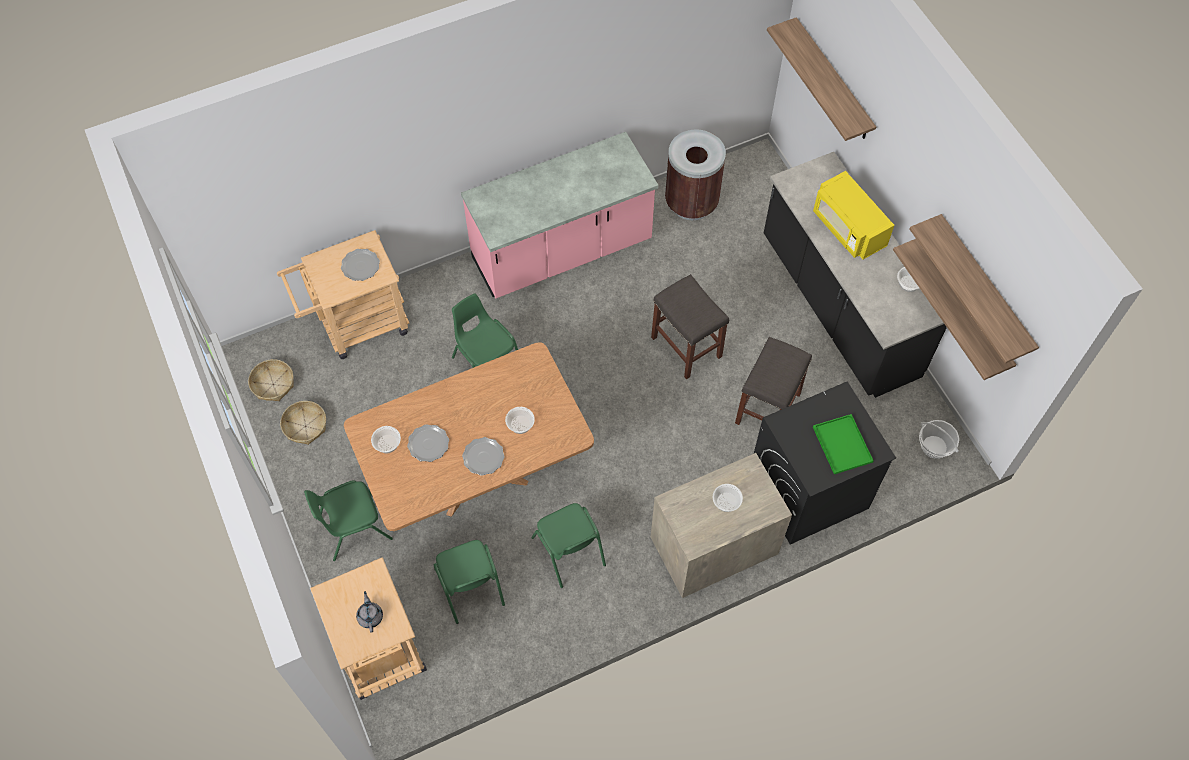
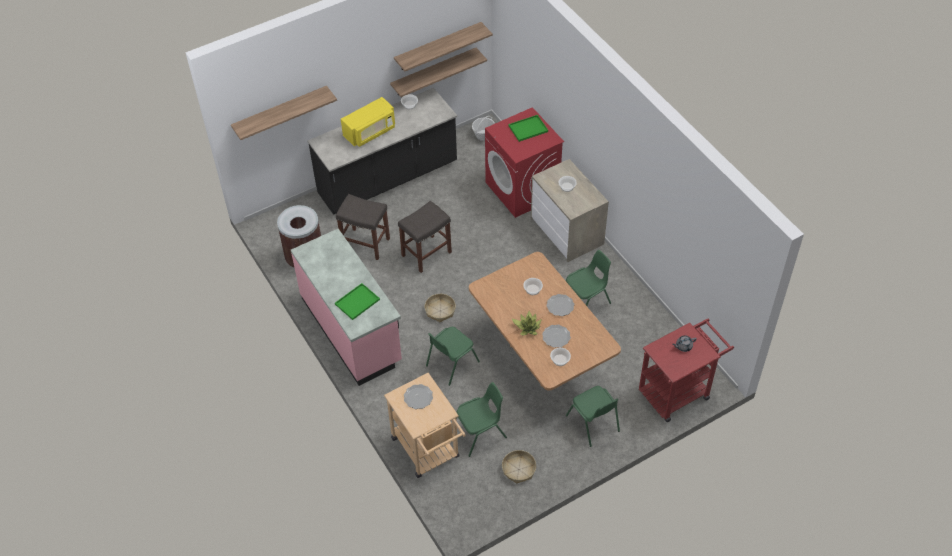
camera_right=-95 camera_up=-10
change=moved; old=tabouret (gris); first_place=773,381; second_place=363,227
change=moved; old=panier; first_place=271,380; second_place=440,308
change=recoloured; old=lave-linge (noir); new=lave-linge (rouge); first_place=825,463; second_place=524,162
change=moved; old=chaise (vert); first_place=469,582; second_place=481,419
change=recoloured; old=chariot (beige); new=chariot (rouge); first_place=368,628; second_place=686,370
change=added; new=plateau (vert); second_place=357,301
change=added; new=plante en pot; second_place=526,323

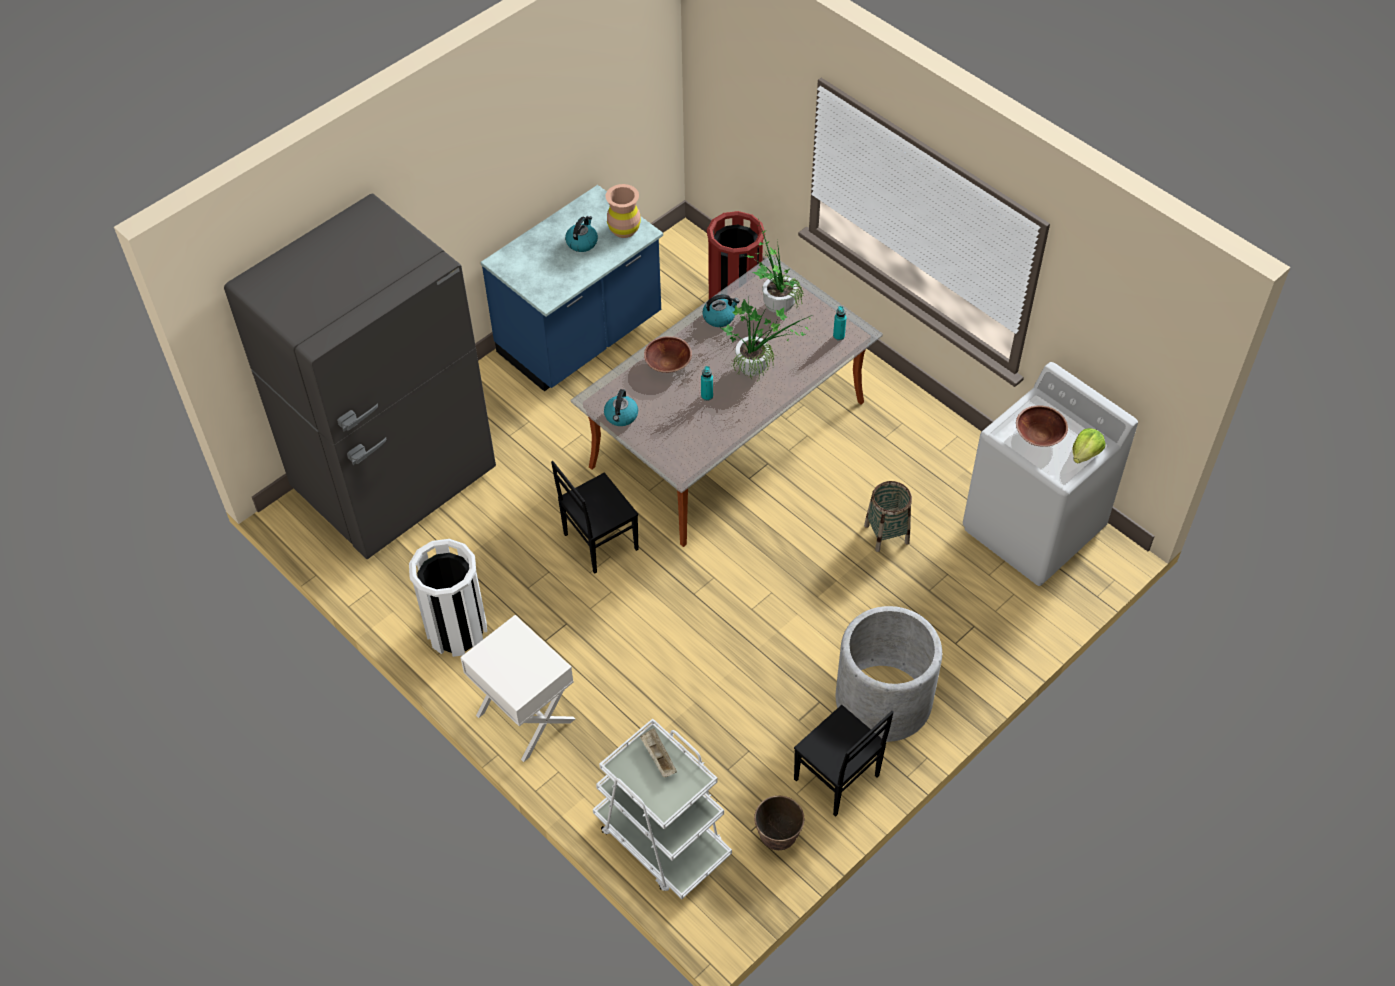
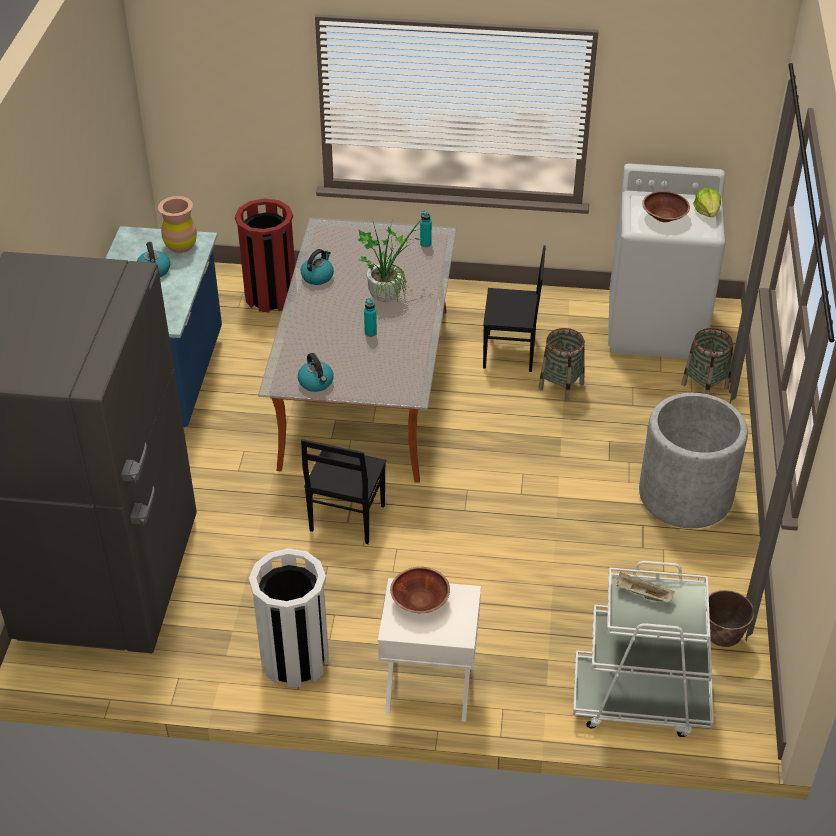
camera_right=-40 camera_up=-10
change=removed; old=plante en pot; first_place=773,266
change=moved; old=bol (marron); first_place=668,354; second_place=420,590
change=moved; old=chaise (noir); first_place=844,761; second_place=514,308
change=added; new=panier; second_place=707,361

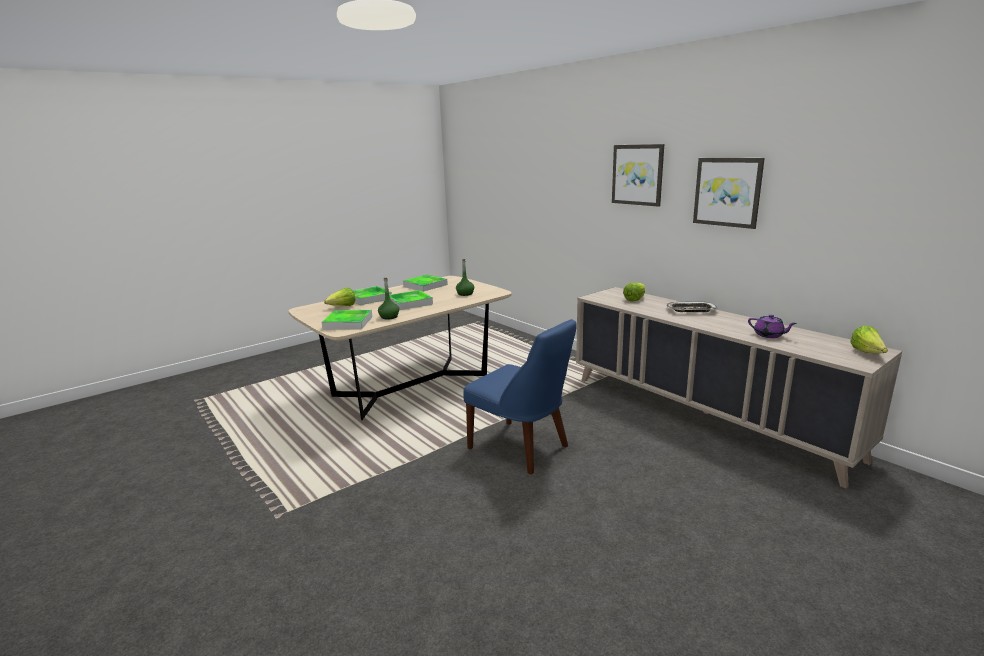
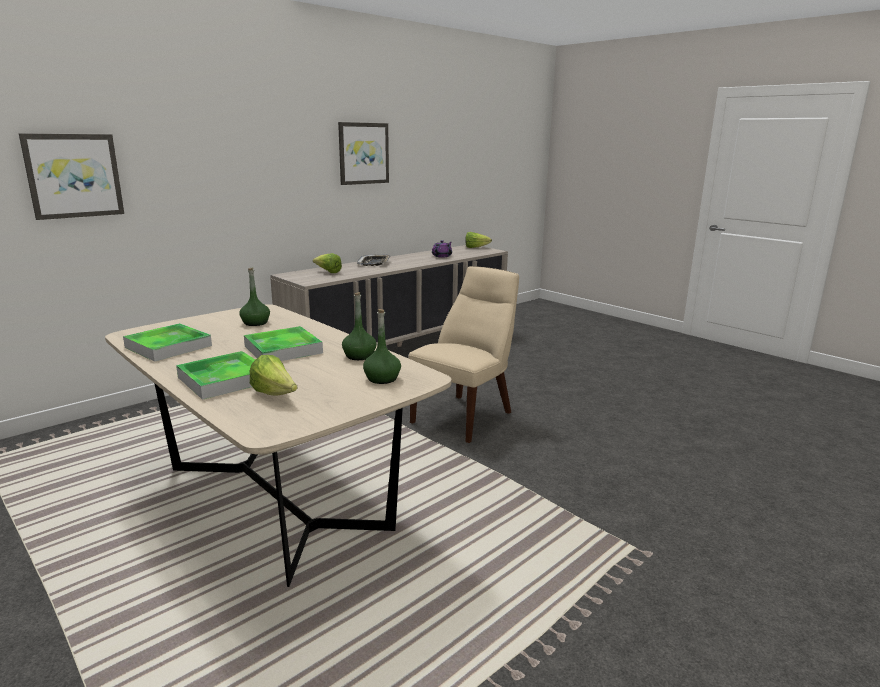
camera_right=-95 camera_up=0
change=moved; old=tableau; first_place=638,175; second_place=71,176
change=replaced; old=plateau; new=bouteille (vert); first_place=347,320; second_place=382,346
change=recoloured; old=chaise (bleu); new=chaise (beige); first_place=520,397; second_place=463,354

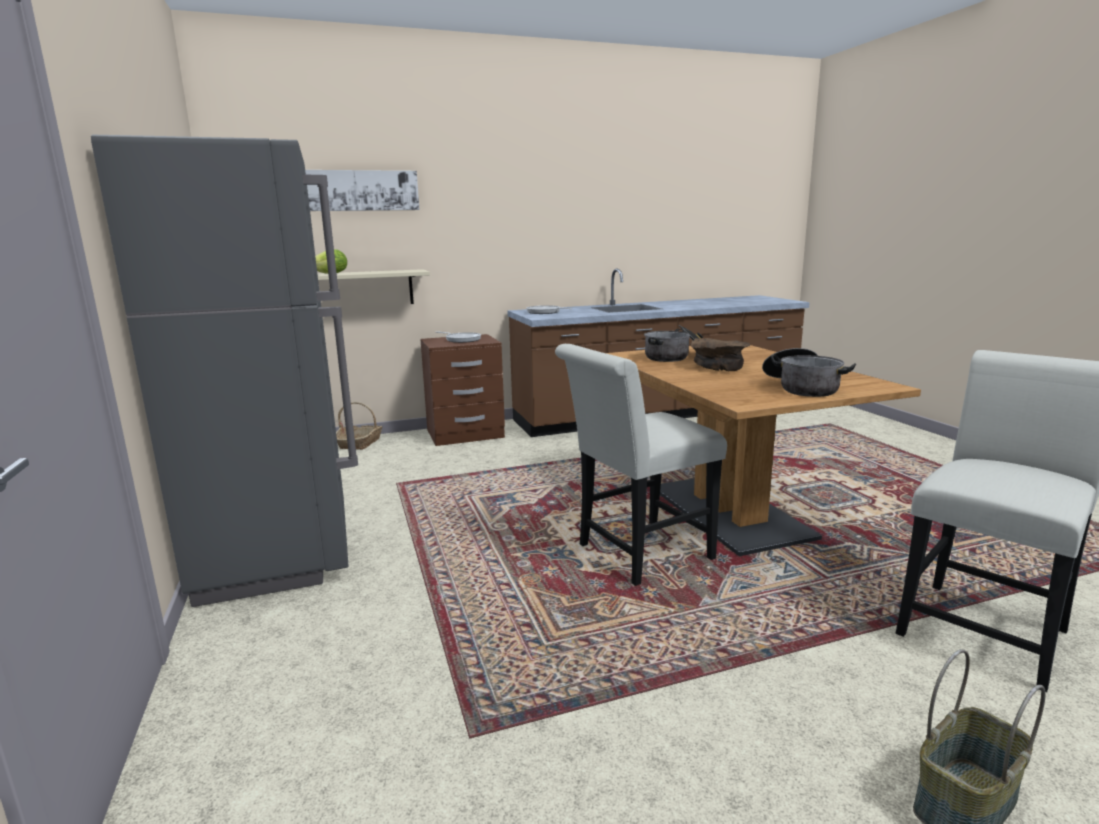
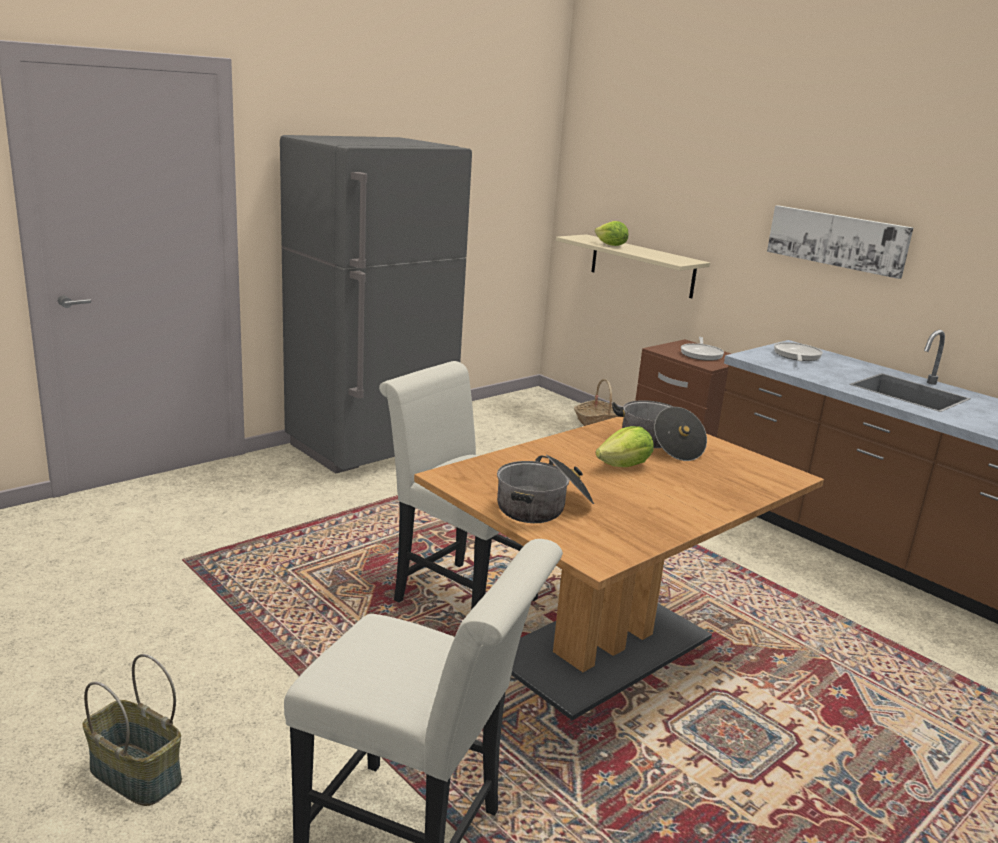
camera_right=65 camera_up=5
change=moved; old=tableau; first_place=362,190; second_place=840,242
change=replaced; old=bol (marron); new=laitue; first_place=720,354; second_place=625,446

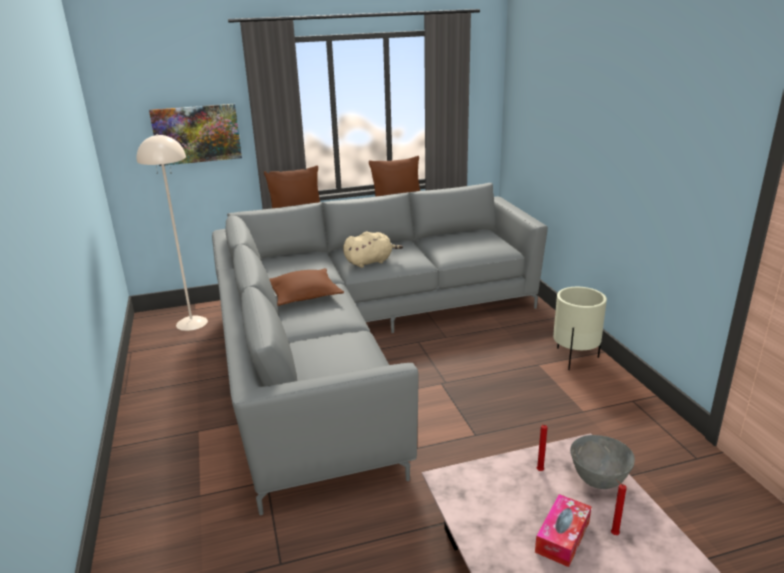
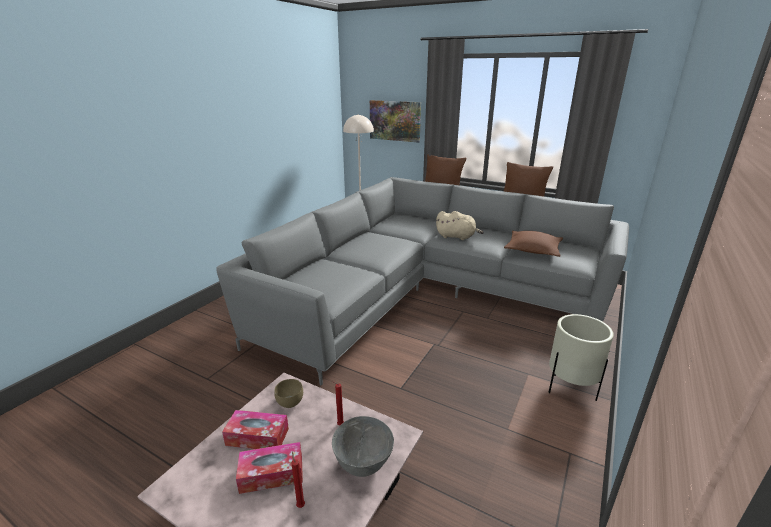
camera_right=45 camera_up=0
change=moved; old=coussin (marron); first_place=306,287; second_place=533,244
change=added; new=bol (marron); second_place=288,393
change=added; new=boîte à mouchoirs; second_place=255,429

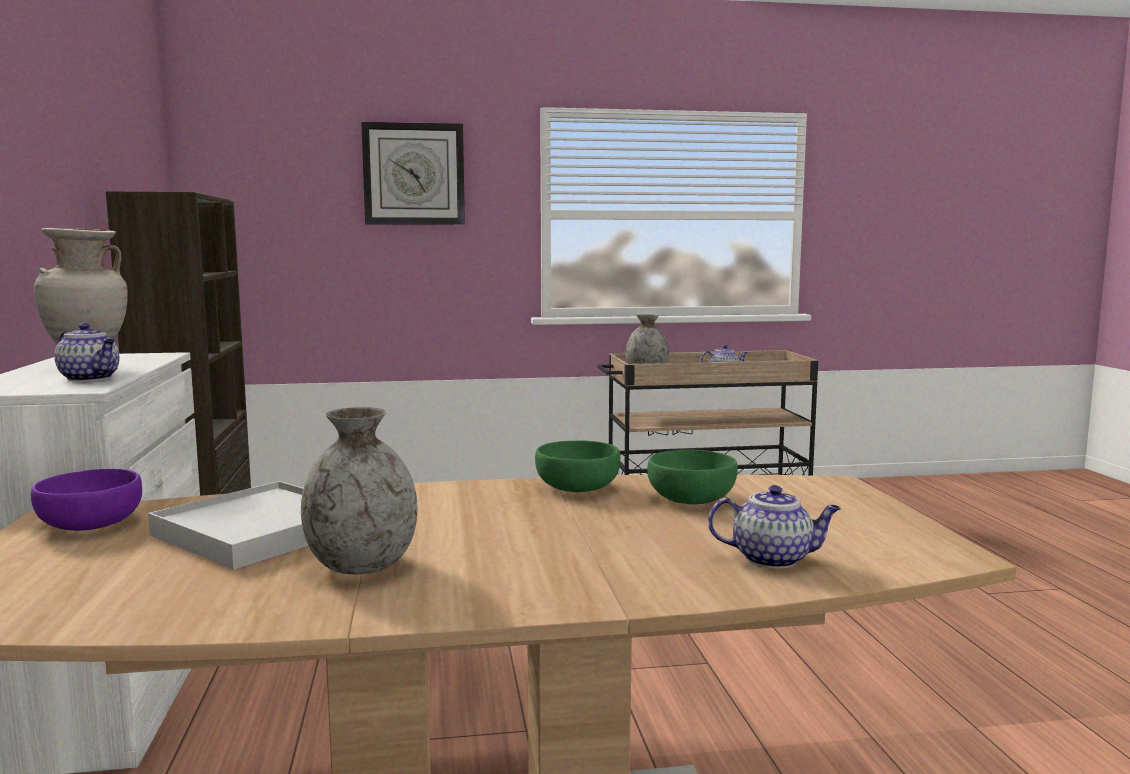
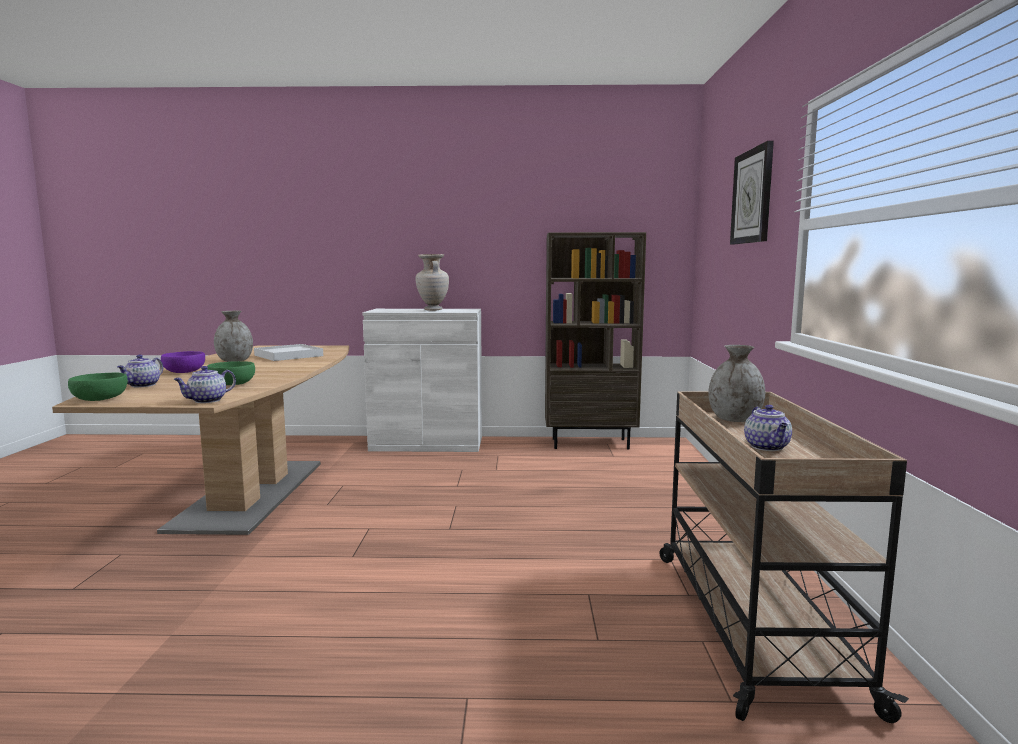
camera_right=100 camera_up=0
change=moved; old=théière; first_place=87,352; second_place=205,384
change=moved; old=bol (vert); first_place=577,466; second_place=98,387
change=moved; old=bol (violet); first_place=86,500; second_place=183,362

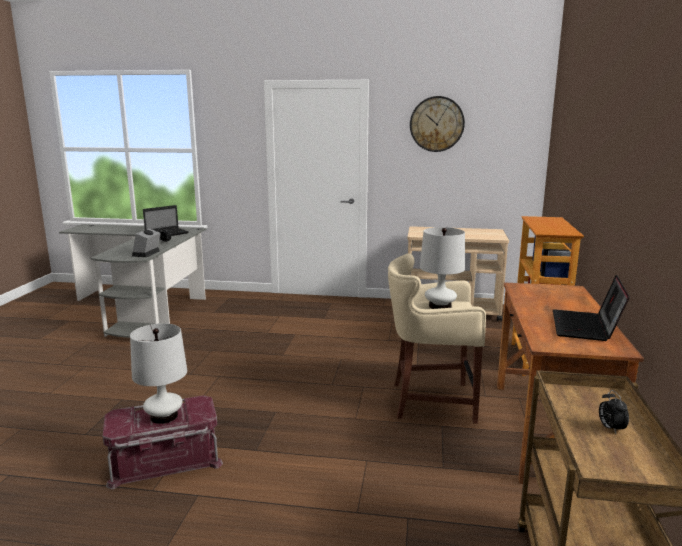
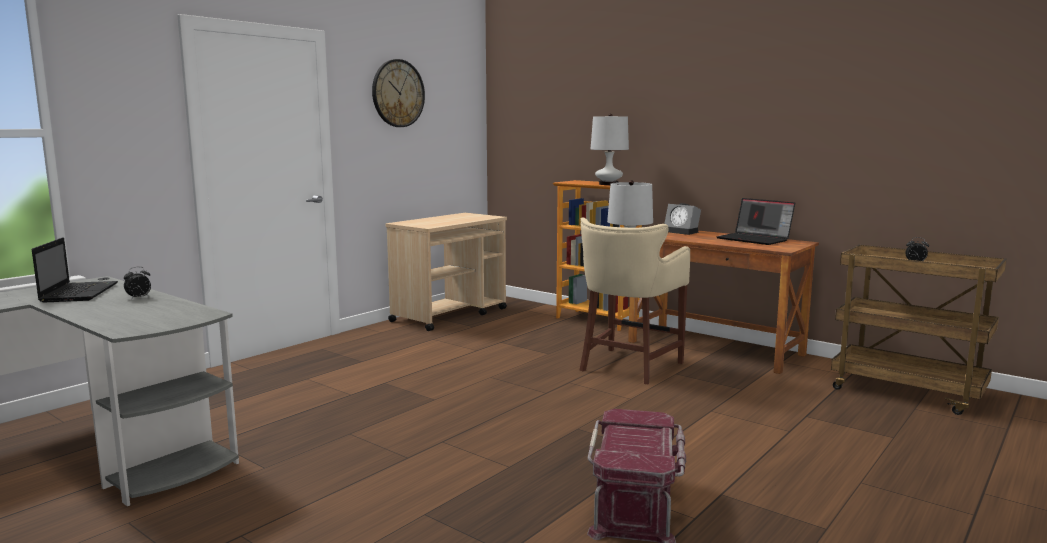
camera_right=-60 camera_up=-5
change=moved; old=réveil; first_place=146,242; second_place=682,219
change=moved; old=lampe de table (blanc); first_place=158,373; second_place=610,149

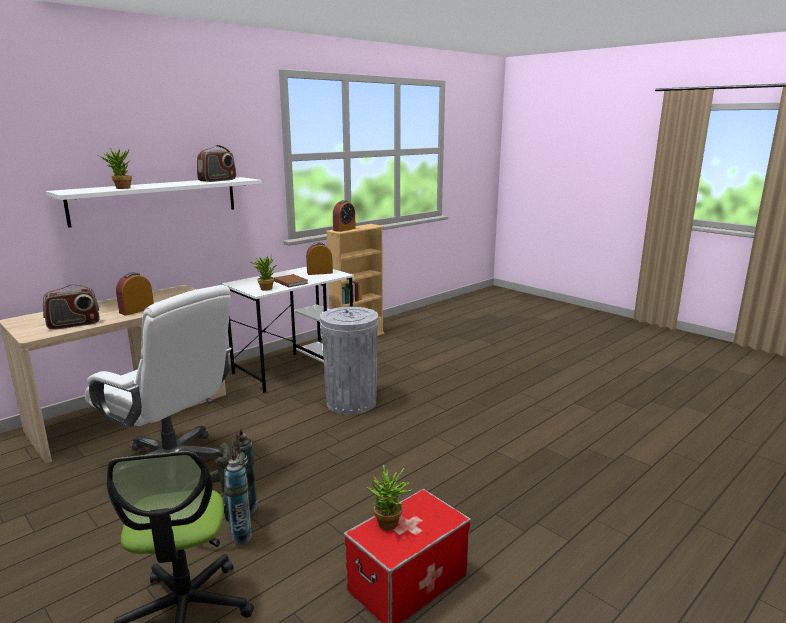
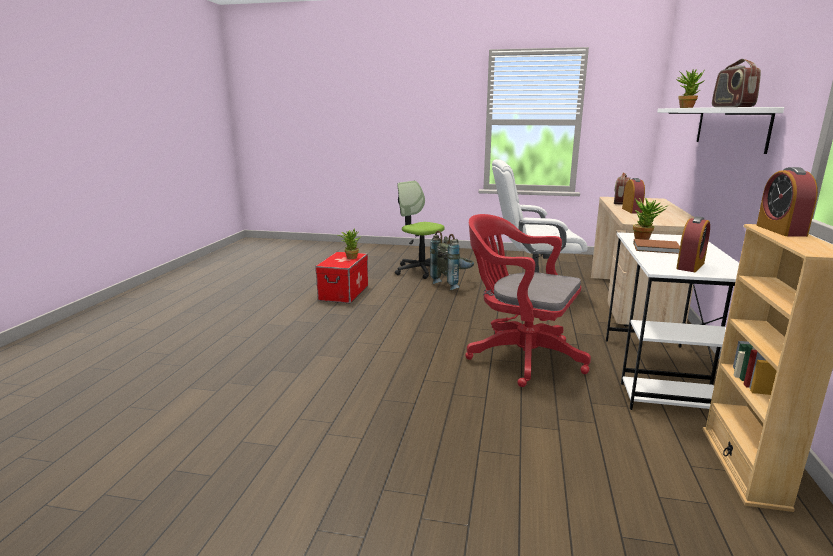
camera_right=145 camera_up=0
change=replaced; old=poubelle (gris); new=chaise de bureau (rouge); first_place=349,361; second_place=528,300

